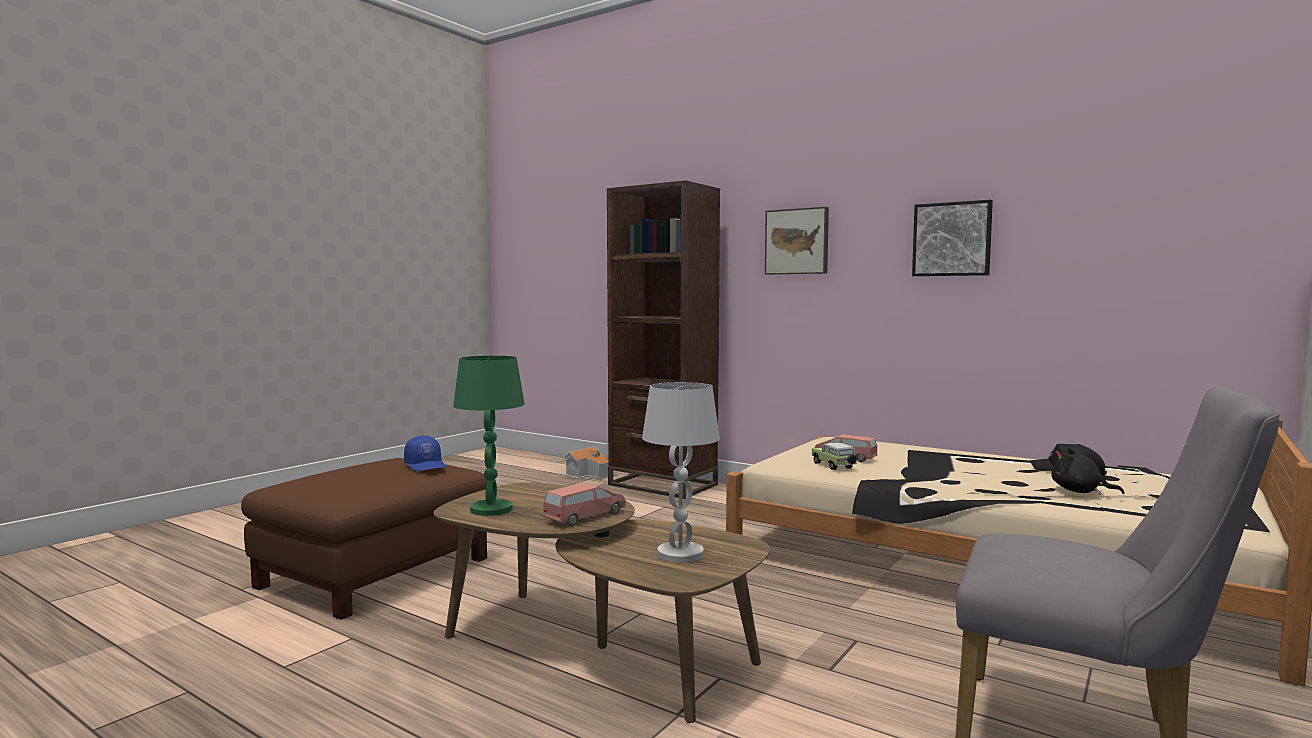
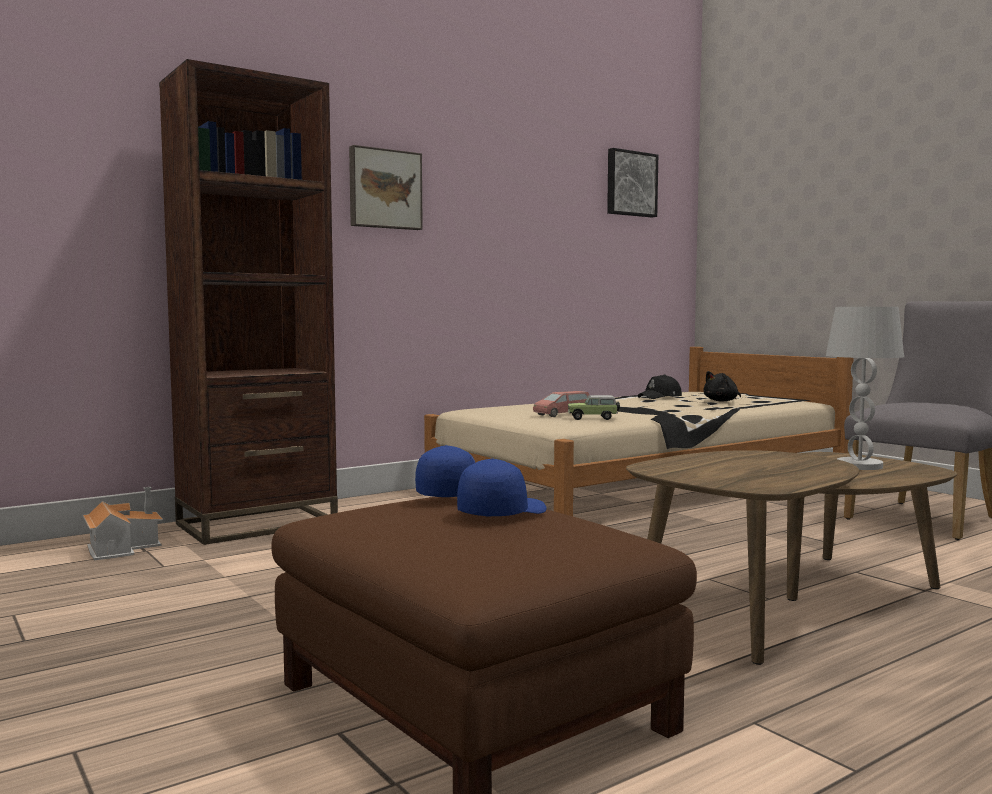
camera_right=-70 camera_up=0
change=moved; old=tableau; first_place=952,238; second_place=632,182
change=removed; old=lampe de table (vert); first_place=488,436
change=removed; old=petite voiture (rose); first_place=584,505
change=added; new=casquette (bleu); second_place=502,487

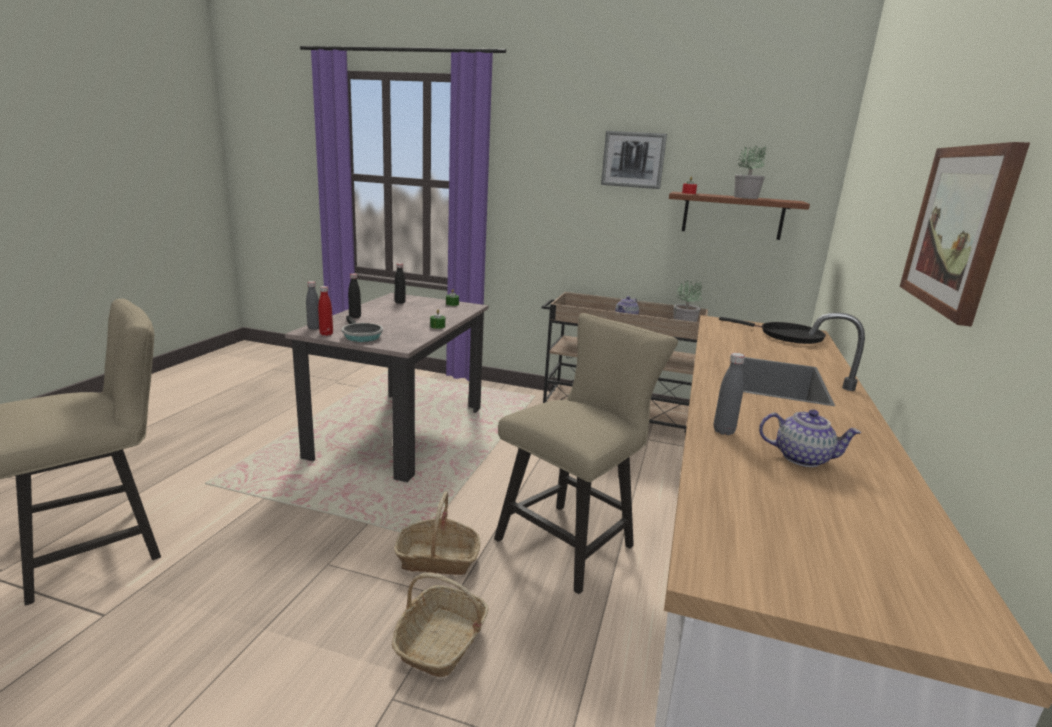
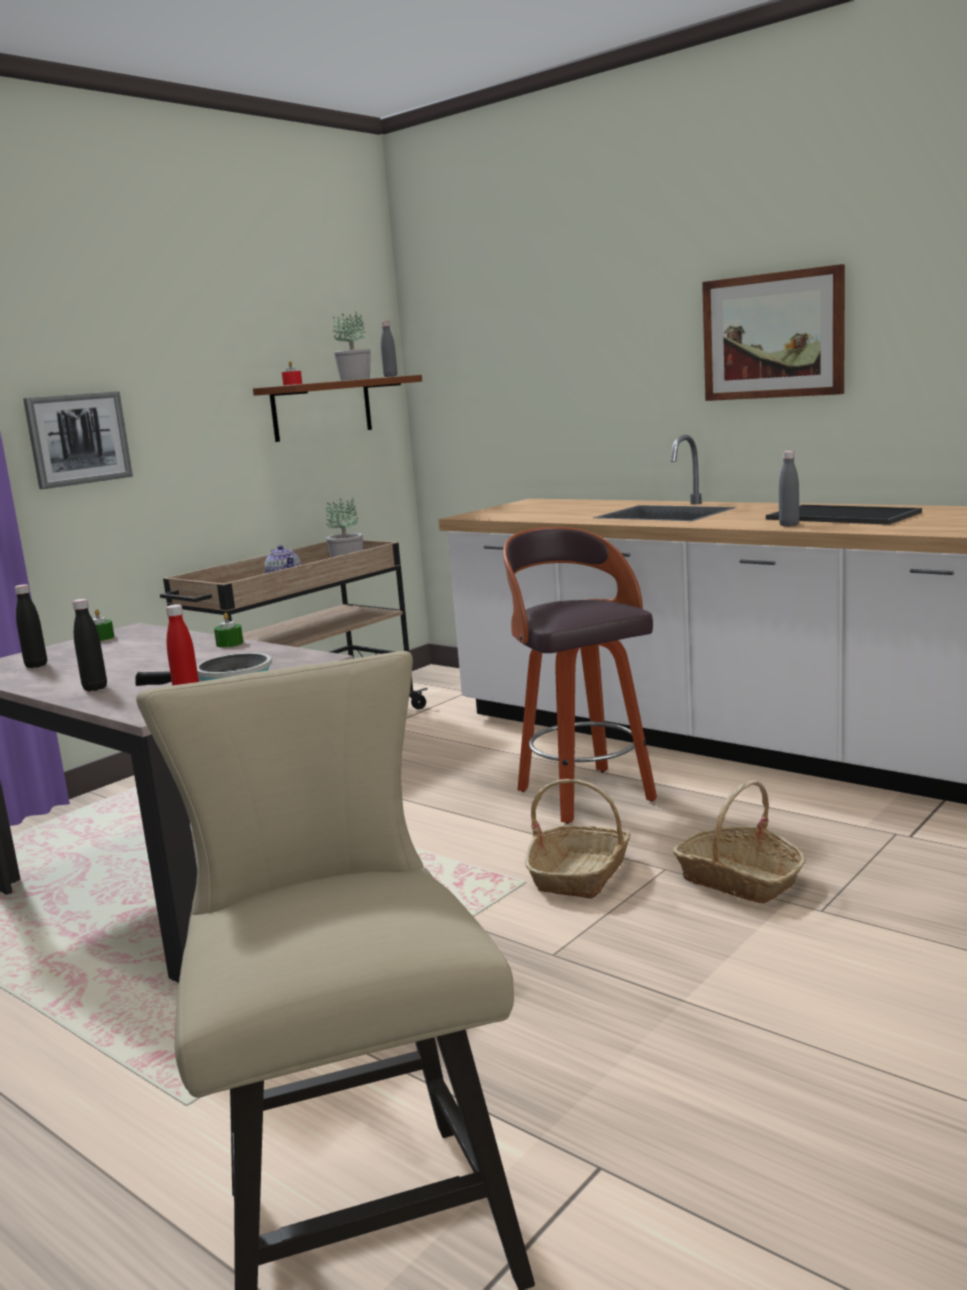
camera_right=-65 camera_up=-5
change=moved; old=tableau; first_place=634,160; second_place=78,440
change=moved; old=bouteille (gris); first_place=312,305; second_place=389,349
change=replaced; old=chaise (beige); new=tabouret; first_place=586,453; second_place=580,675
change=removed; old=poêle (noir); first_place=772,330
change=replaced; old=théière; new=plateau; first_place=810,438; second_place=844,515

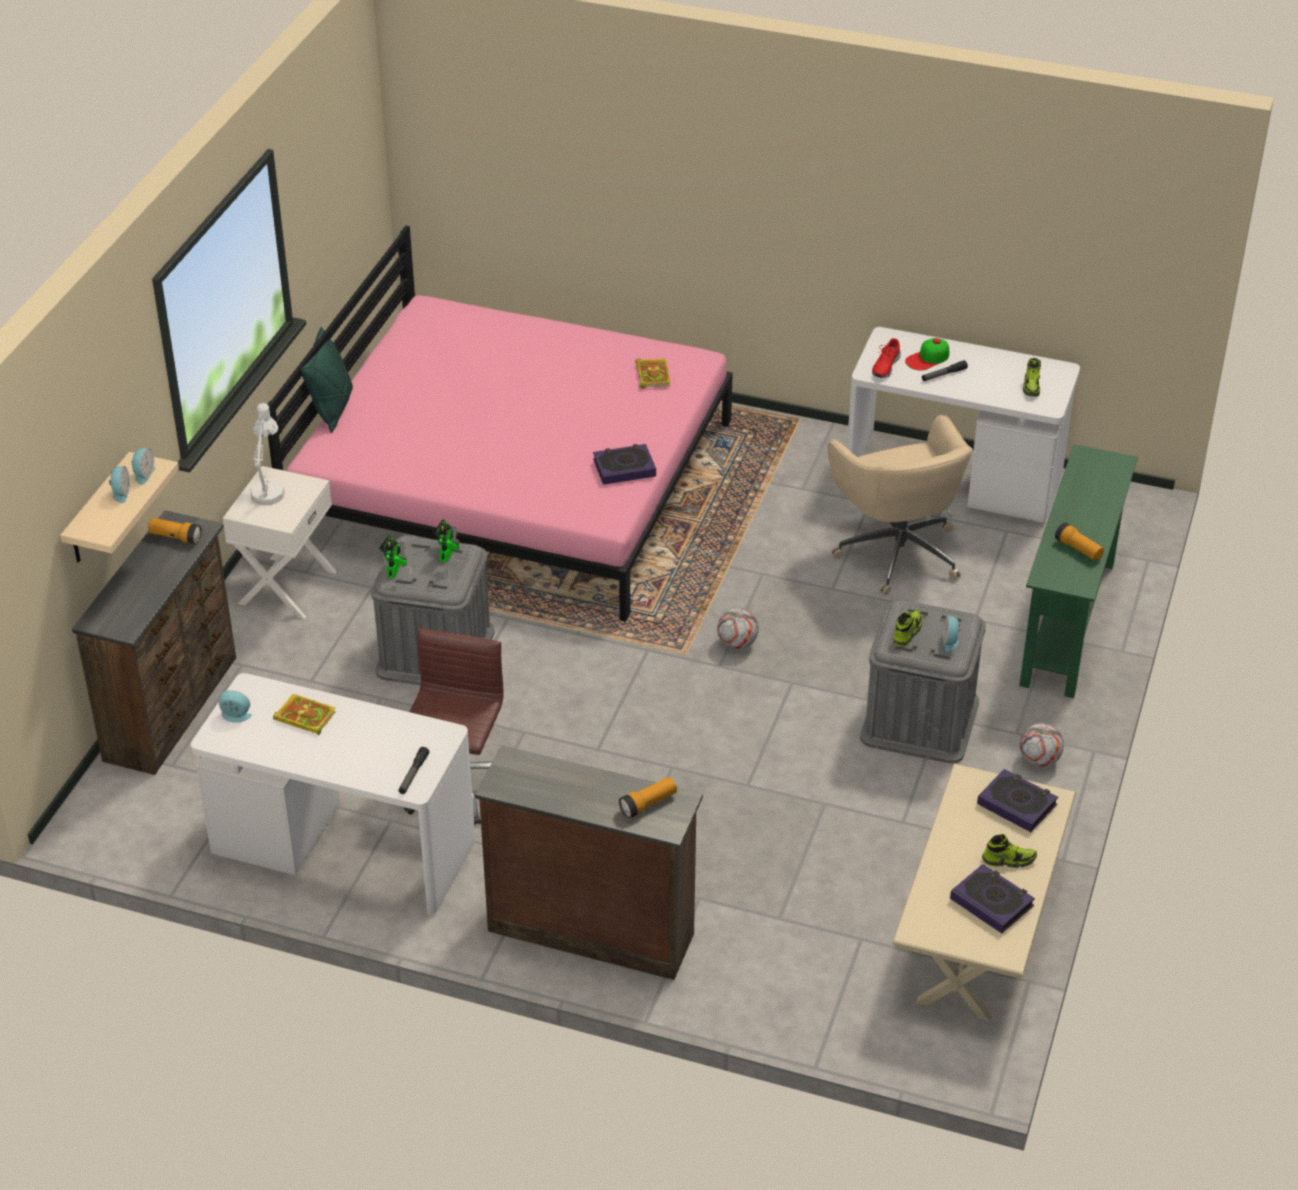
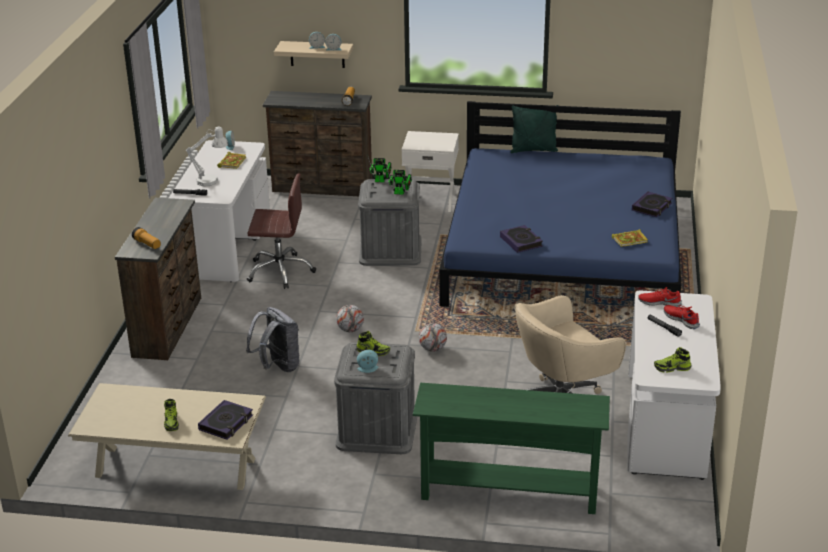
camera_right=80 camera_up=-10
change=recoloured; old=lit (rose); new=lit (bleu); first_place=500,423; second_place=560,204
change=replaced; old=casquette; new=chaussure (rouge); first_place=927,354; second_place=682,317
change=moved; old=lampe de table (blanc); first_place=268,454; second_place=207,156
change=removed; old=lampe de poche; first_place=1079,541
change=moved; old=ballon de foot; first_place=1042,745; second_place=350,318
change=moved; old=livre; first_place=992,898; second_place=652,204
change=added; new=sac à dos (gris); second_place=272,339

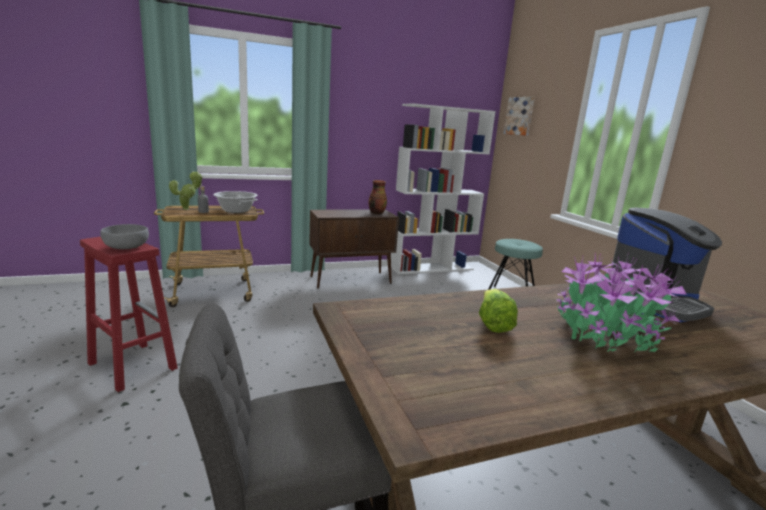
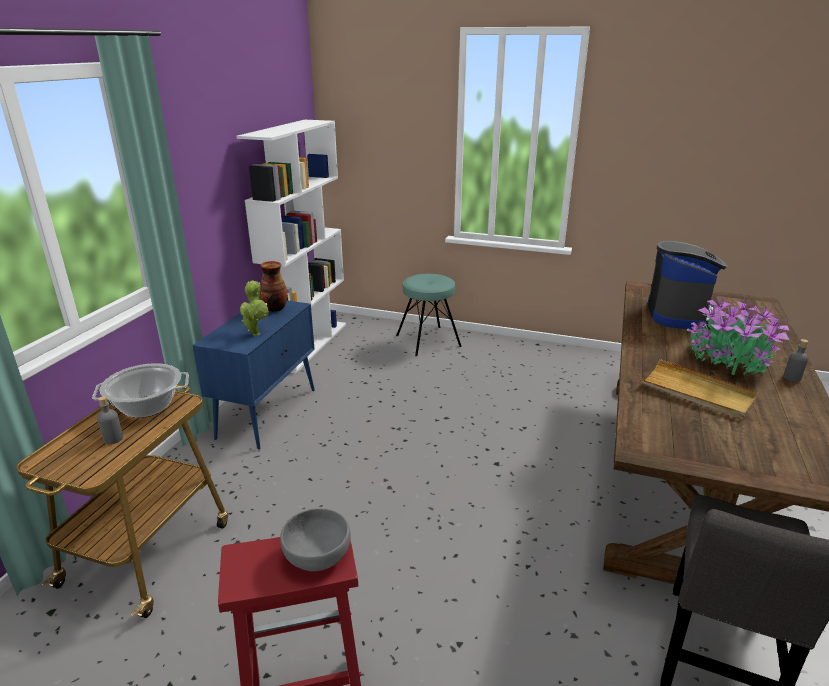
camera_right=-50 camera_up=10
change=removed; old=tableau; first_place=519,116
change=moved; old=plante en pot; first_place=186,190; second_place=254,308
change=recoloured; old=meuble de rangement (marron); new=meuble de rangement (bleu); first_place=354,249; second_place=254,374
change=replaced; old=laitue; new=plateau (beige); first_place=498,311; second_place=699,389
change=added; new=bouteille (gris); second_place=796,360

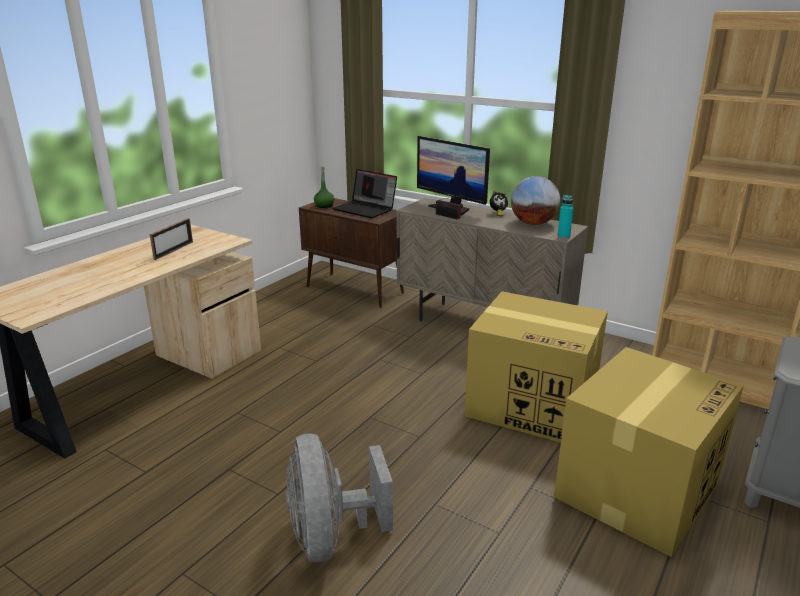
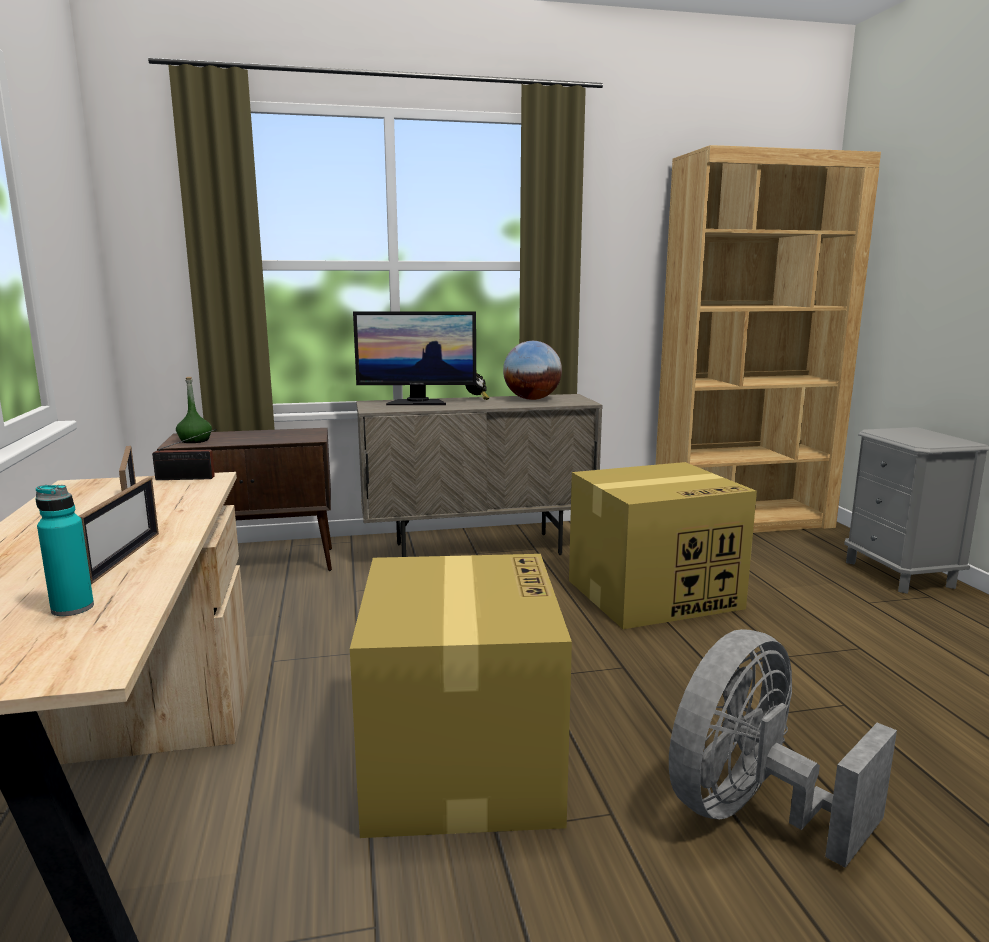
camera_right=-45 camera_up=-10
change=removed; old=ordinateur portable; first_place=364,193
change=moved; old=radio; first_place=449,207; second_place=184,454
change=moved; old=bouteille (turquoise); first_place=565,217; second_place=65,550
change=moved; old=carton; first_place=648,452; second_place=461,696
change=turned; old=ventilateur (gris); first_place=339,498; second_place=783,748; degrees=105
change=added; new=cadre photo; second_place=119,531

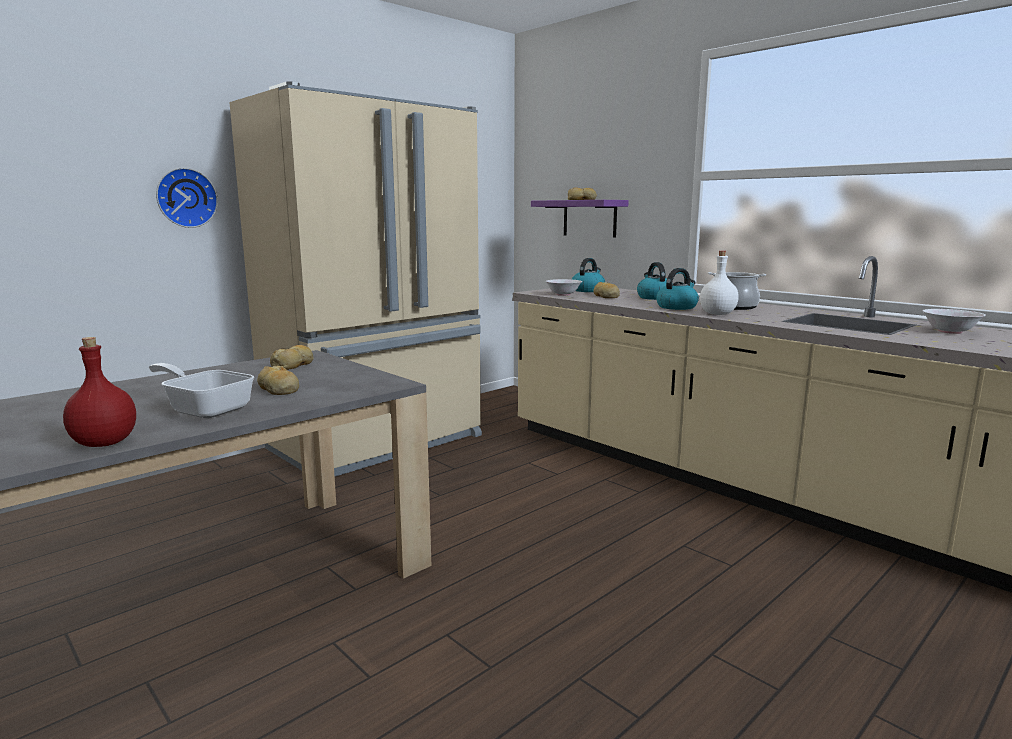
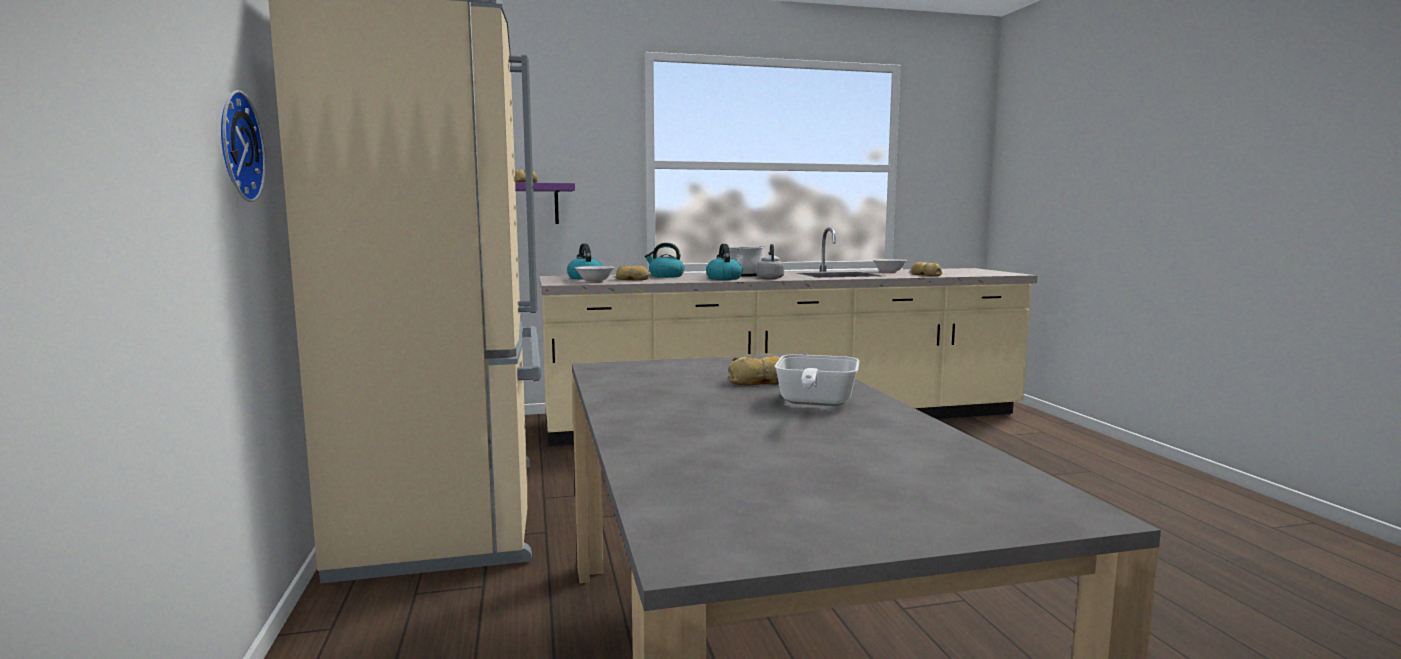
camera_right=-60 camera_up=-5
change=replaced; old=bouteille (blanc); new=bouilloire (gris); first_place=719,283; second_place=770,261
change=removed; old=bouteille (rouge); first_place=99,392
change=moved; old=pain; first_place=292,357; second_place=927,269
change=turned; old=poêle; first_place=201,390; second_place=817,380; degrees=-45

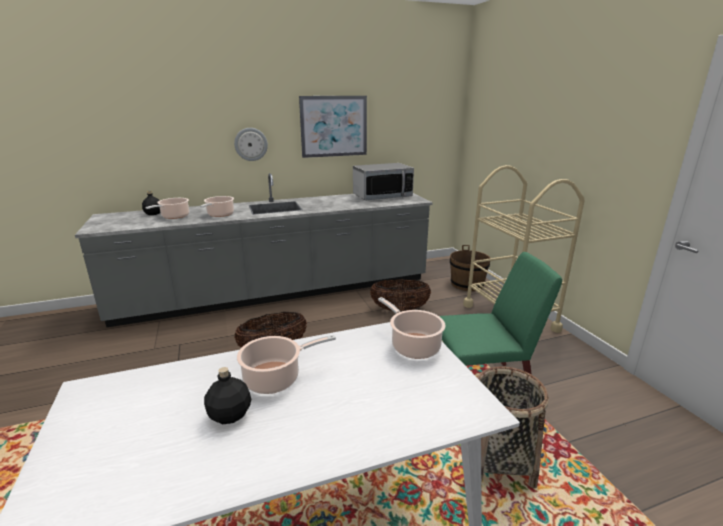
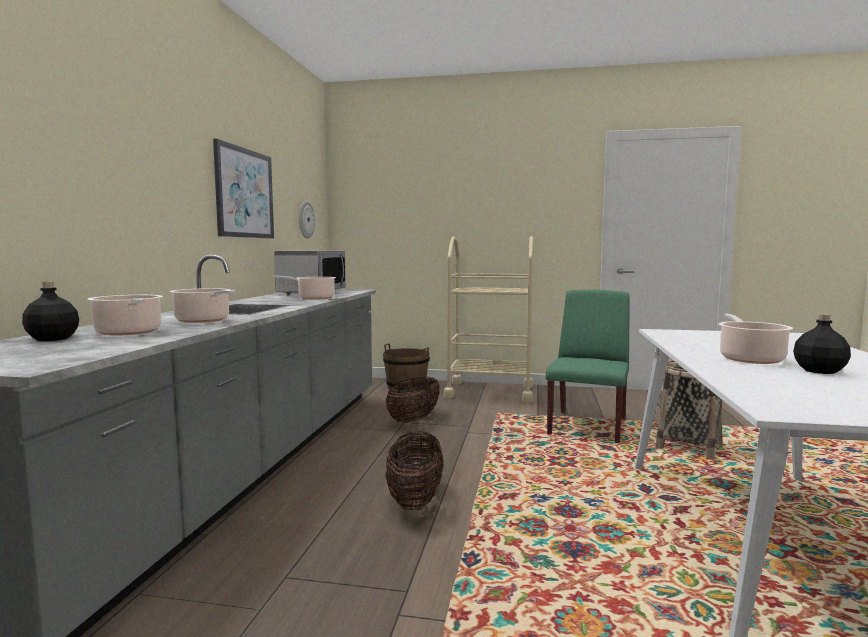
camera_right=-60 camera_up=-15
change=moved; old=horloge murale; first_place=251,144; second_place=307,220
change=moved; old=marmite; first_place=412,328; second_place=303,288

